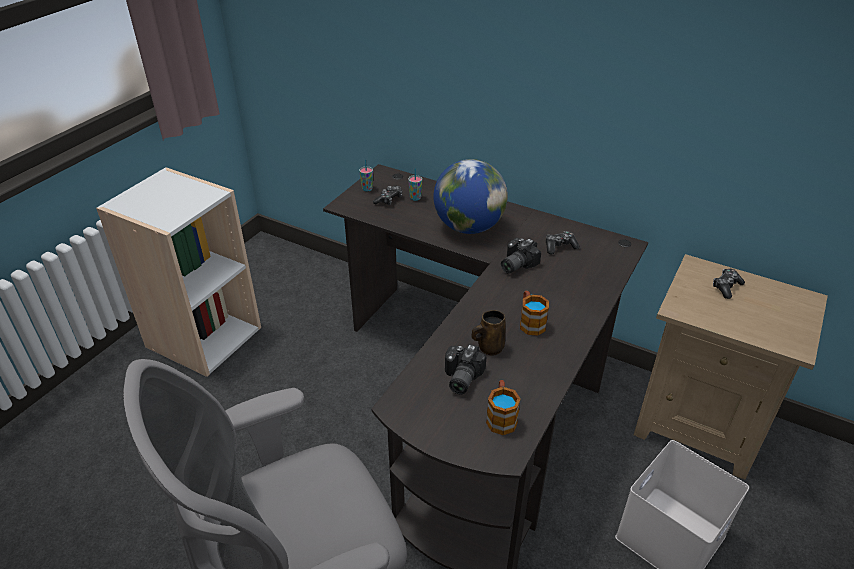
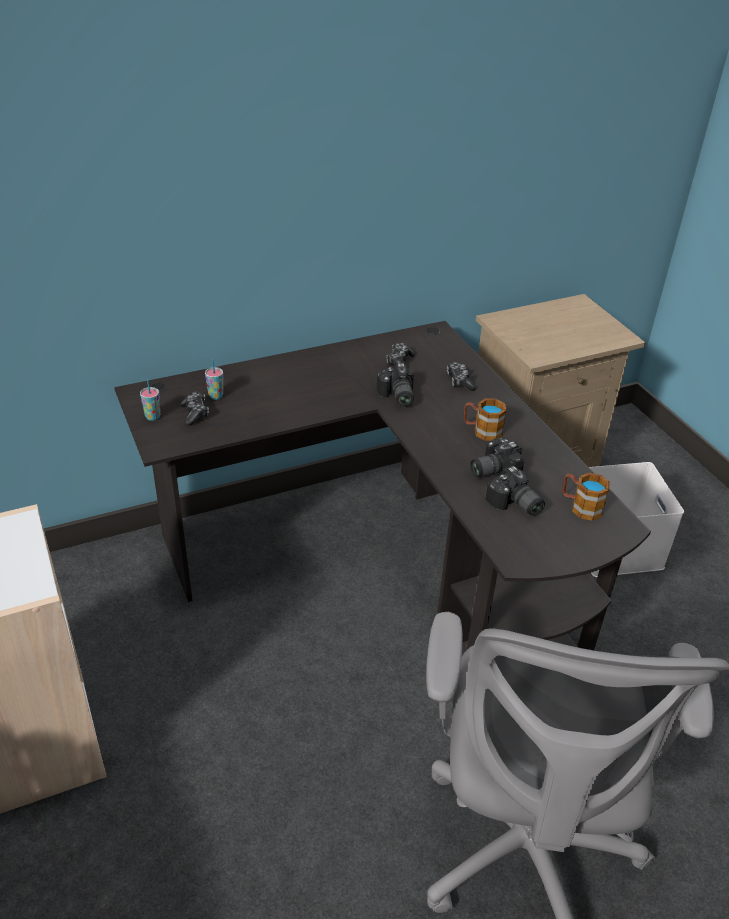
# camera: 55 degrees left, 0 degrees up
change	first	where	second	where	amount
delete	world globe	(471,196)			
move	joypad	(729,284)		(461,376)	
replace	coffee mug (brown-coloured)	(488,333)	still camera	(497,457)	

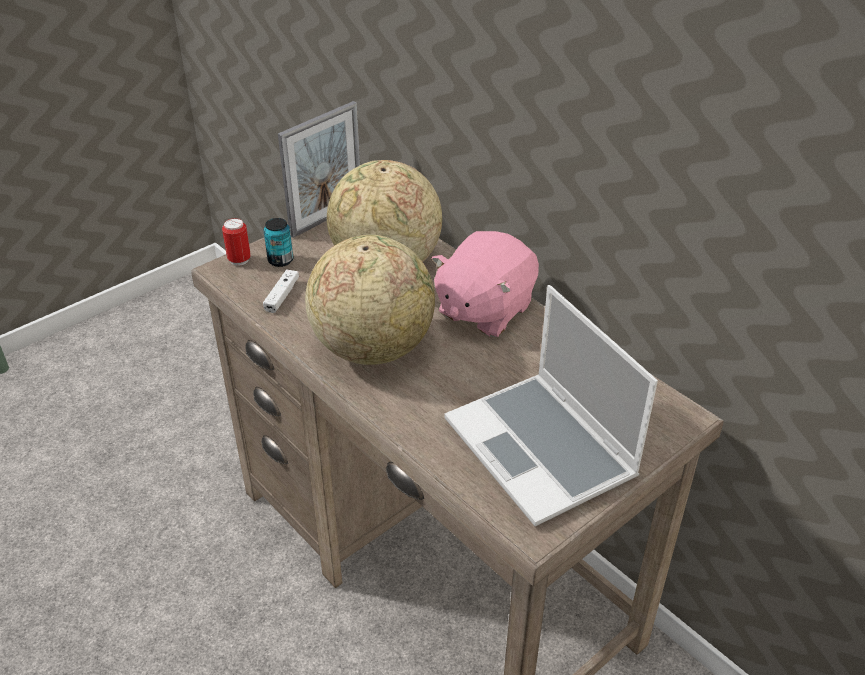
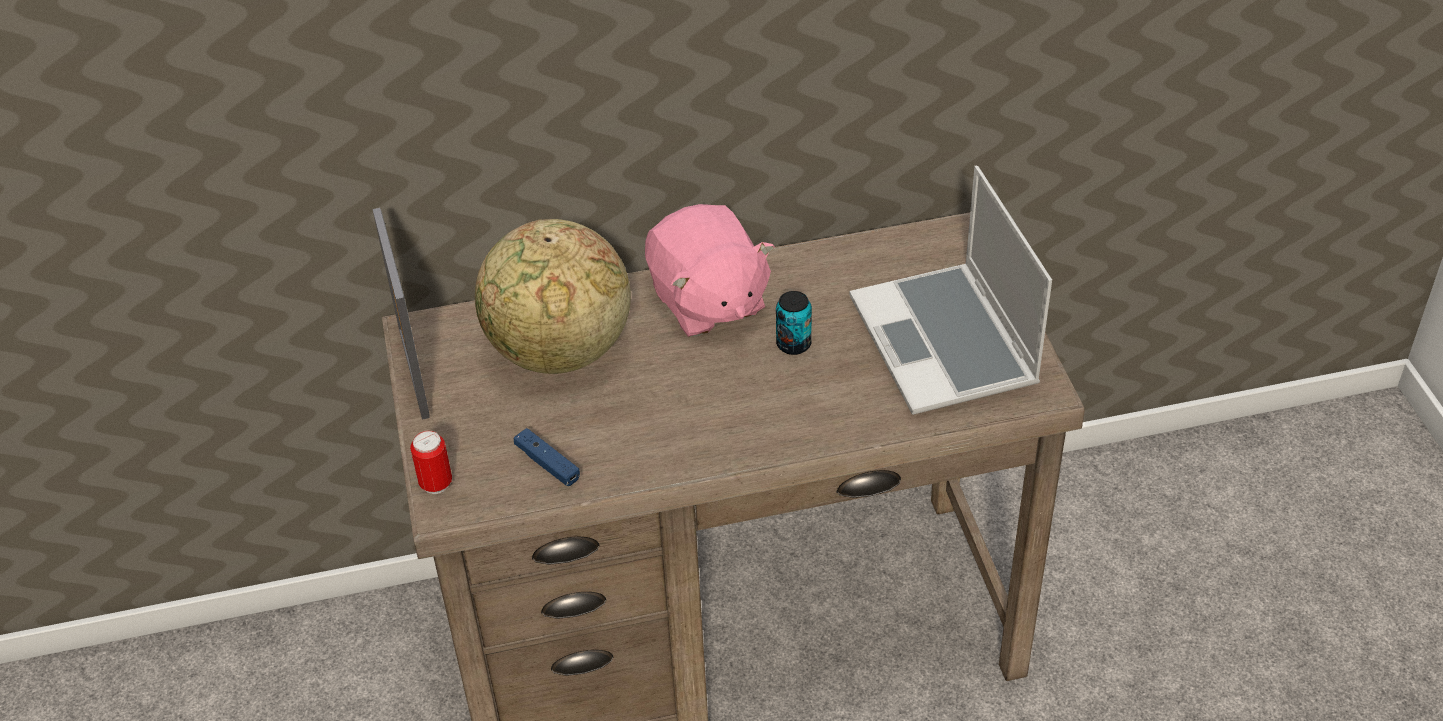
# camera: 60 degrees left, 5 degrees up
change	first	where	second	where	amount
move	metal can	(278,242)		(794,323)	
delete	world globe	(370,300)			
recolor	joypad (white)	(281,291)	joypad (blue)	(547,457)	
rotate	portable computer	(551,405)		(950,290)	75 degrees clockwise

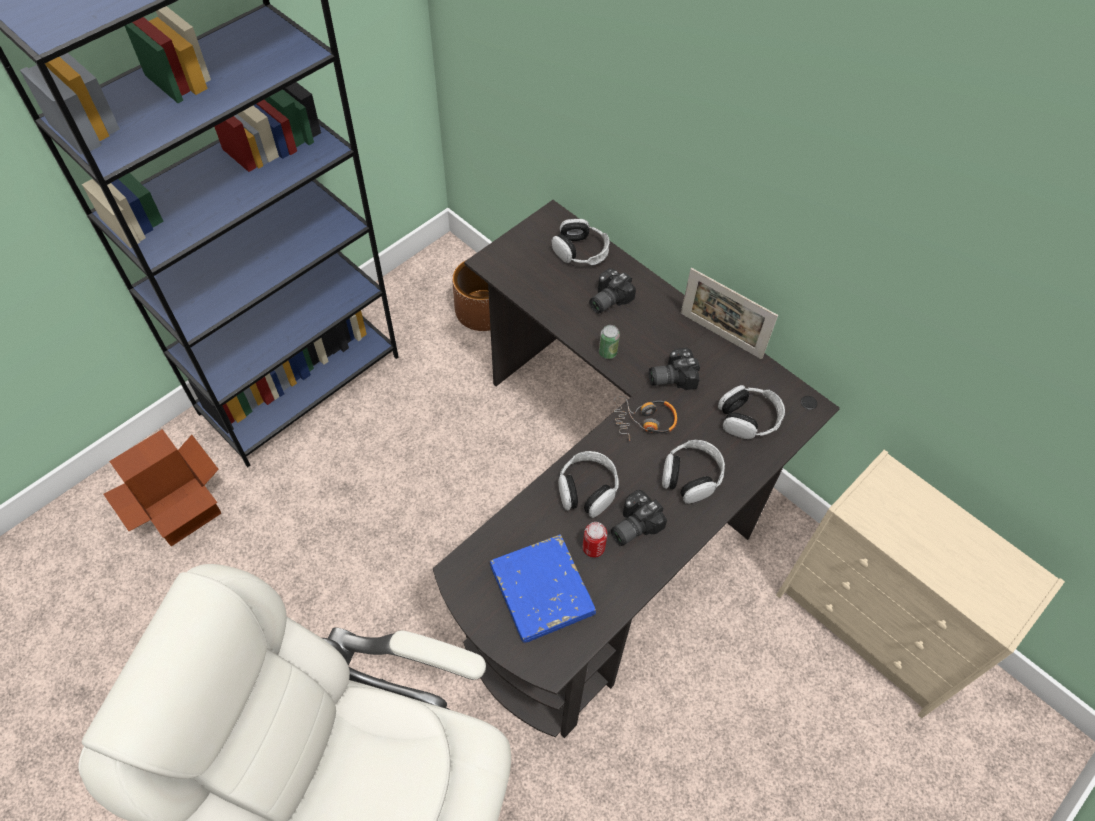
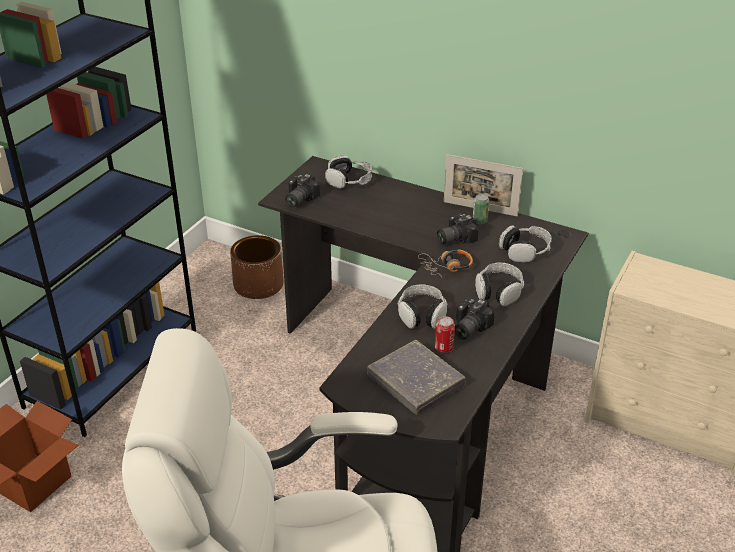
# camera: 15 degrees left, 20 degrees down
change	first	where	second	where	amount
move	still camera	(612,291)		(302,190)	
move	metal can	(609,342)		(481,209)	
recolor	volume (blue)	(543,588)	volume (greyish)	(416,377)	

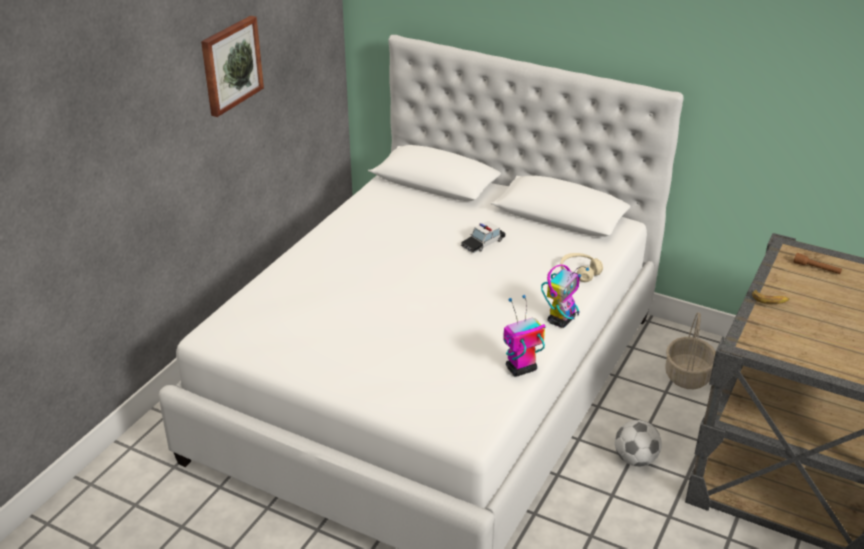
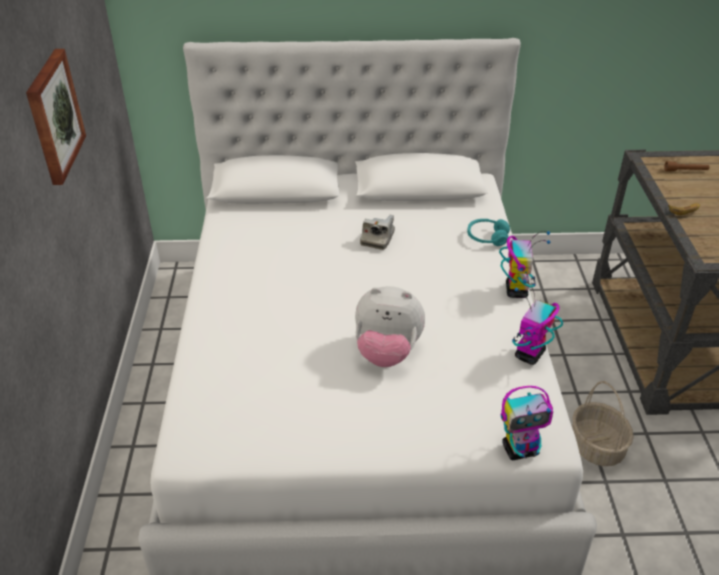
# camera: 30 degrees left, 5 degrees up
change	first	where	second	where	amount
replace	model car	(483,237)	still camera	(377,232)	
recolor	headset (sand-coloured)	(581,267)	headset (turquoise)	(488,232)	
move	storage basket	(690,350)		(603,423)	
delete	ball for football	(638,443)			
insert			soft toy	(390,326)	
insert			robot figure	(527,423)	

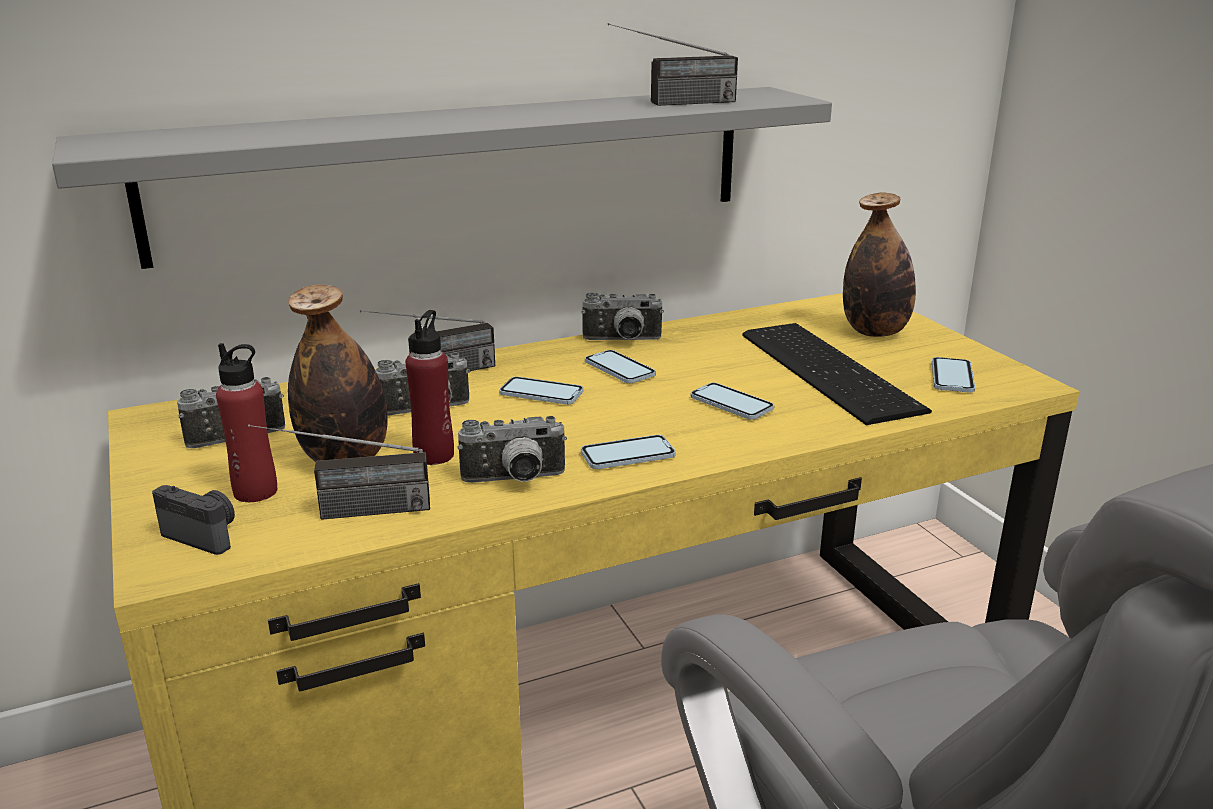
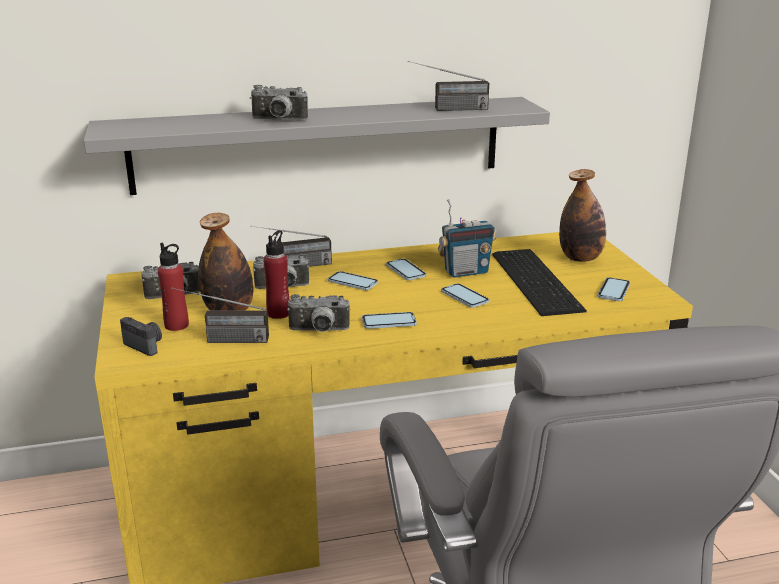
# camera: 10 degrees right, 0 degrees up
change	first	where	second	where	amount
move	still camera	(623,316)		(279,103)	
insert			radio	(467,238)	

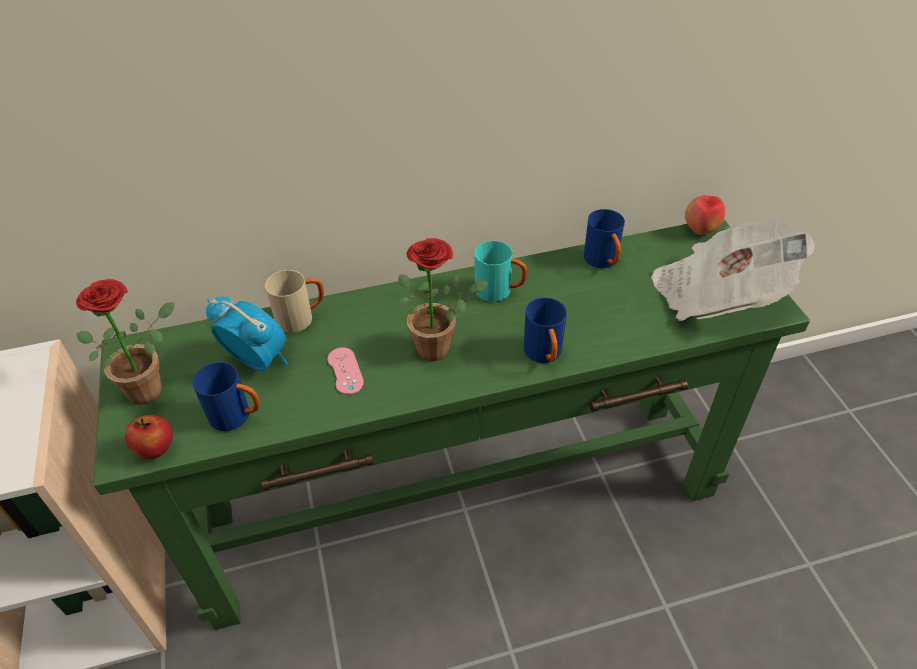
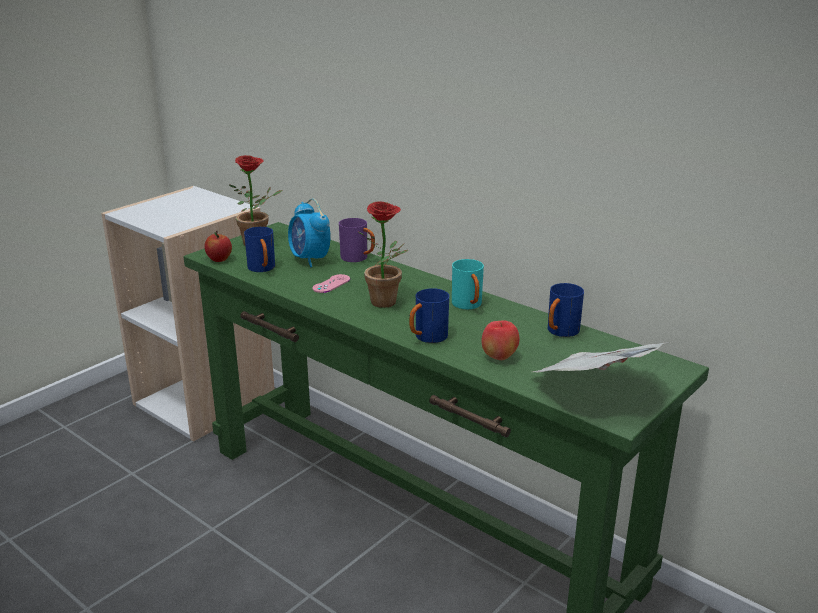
# camera: 55 degrees right, 20 degrees down
change	first	where	second	where	amount
move	apple	(705,215)		(500,340)	
recolor	coffee mug (sand-coloured)	(294,301)	coffee mug (purple)	(357,240)	
rotate	table clock	(247,334)		(309,233)	150 degrees clockwise

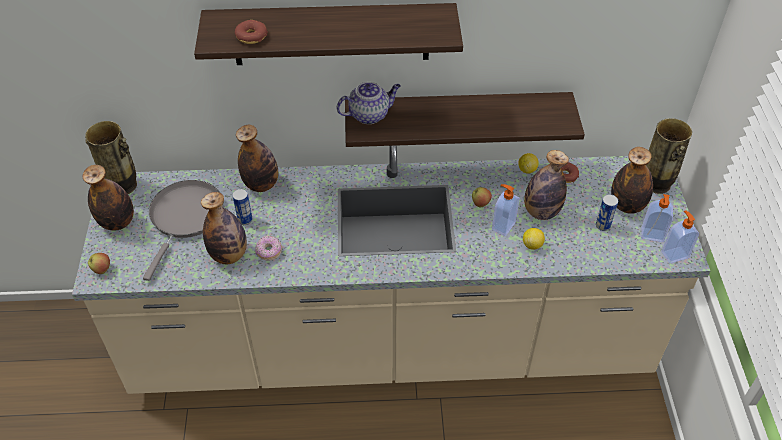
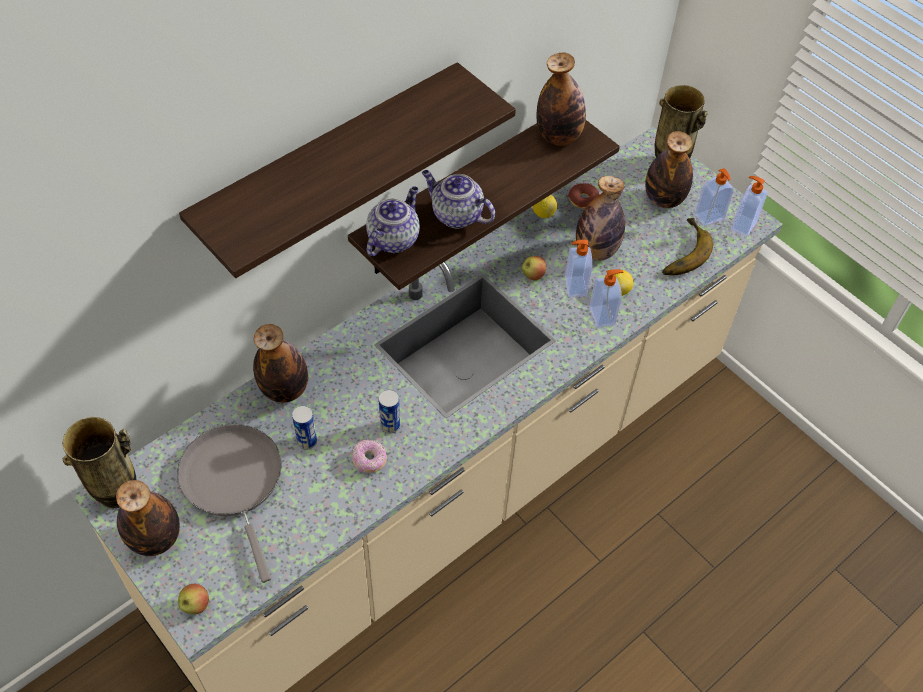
# camera: 40 degrees left, 5 degrees up
change	first	where	second	where	amount
delete	donut	(251,32)			
move	drink bottle	(224,228)		(561,99)	
move	metal can	(607,212)		(389,412)	
insert			teapot	(458,199)	
insert			whole banana	(687,246)	
insert			soap dispenser	(606,298)	

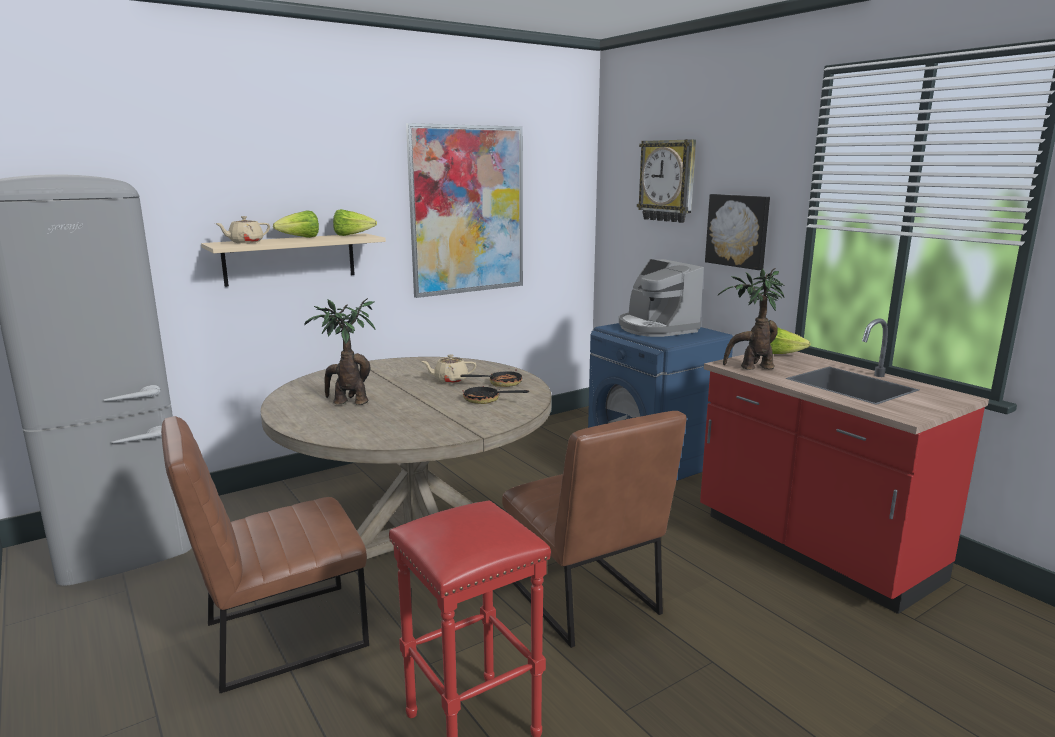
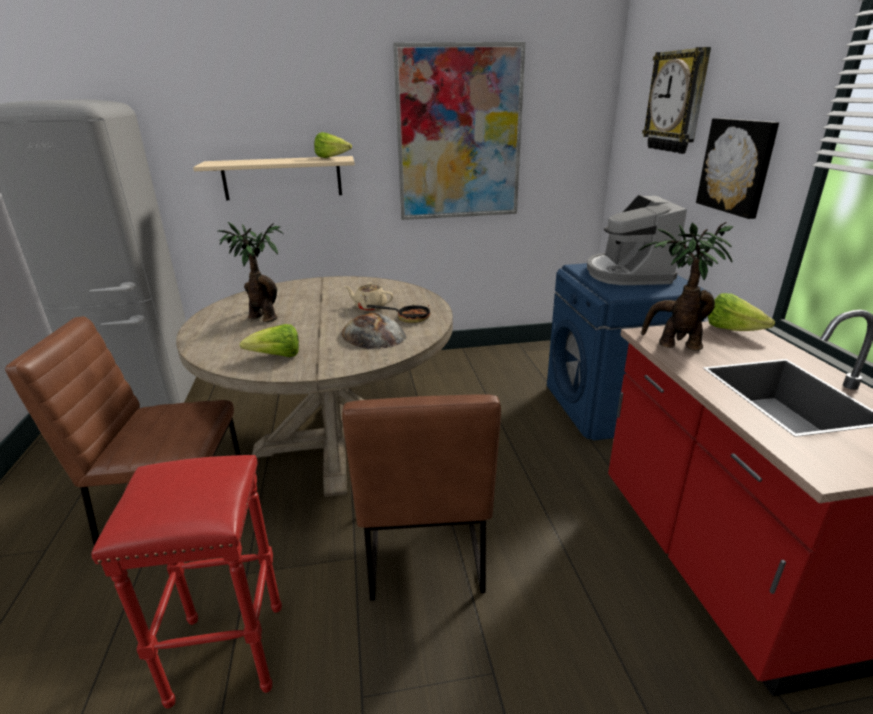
# camera: 25 degrees right, 10 degrees up
change	first	where	second	where	amount
move	lettuce	(296,224)		(269,340)	
delete	teapot (sand-coloured)	(242,229)			
replace	pan	(495,394)	baked bread	(373,331)	

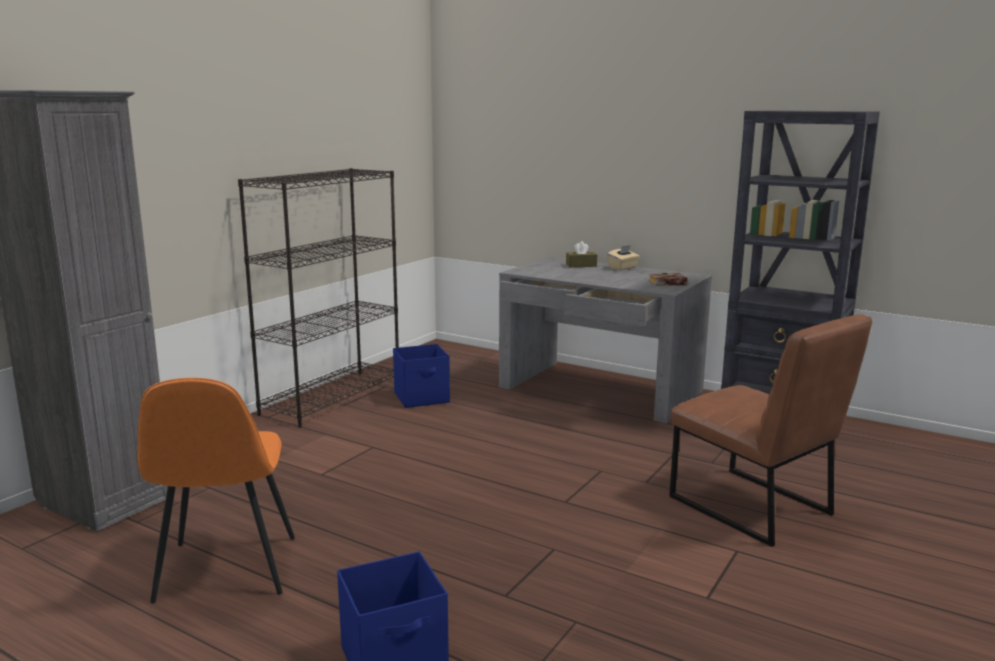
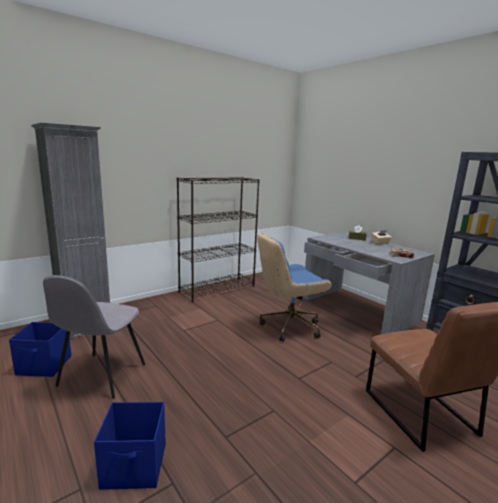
# camera: 20 degrees right, 0 degrees up
change	first	where	second	where	amount
move	storage box (blue)	(421,376)		(40,349)	
recolor	upright chair (orange)	(216,490)	upright chair (greyish)	(94,337)	
insert			computer chair (blue)	(294,287)	

